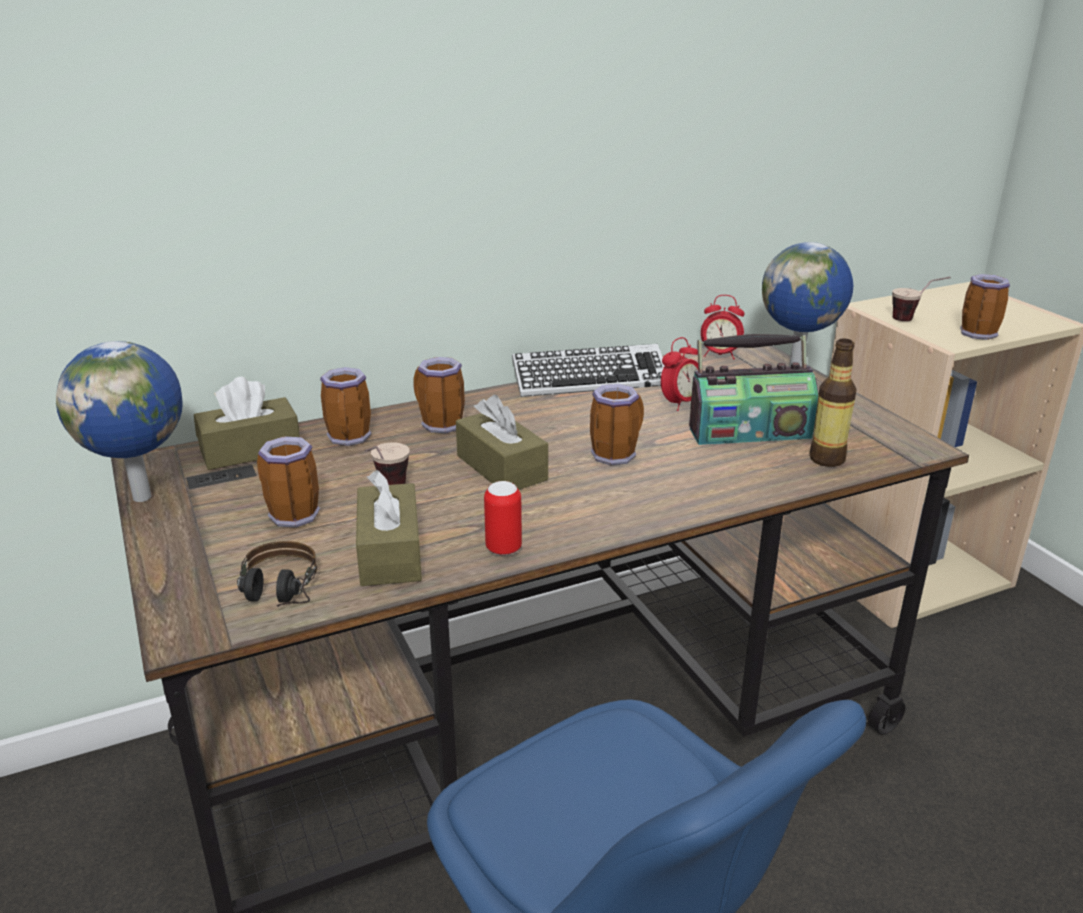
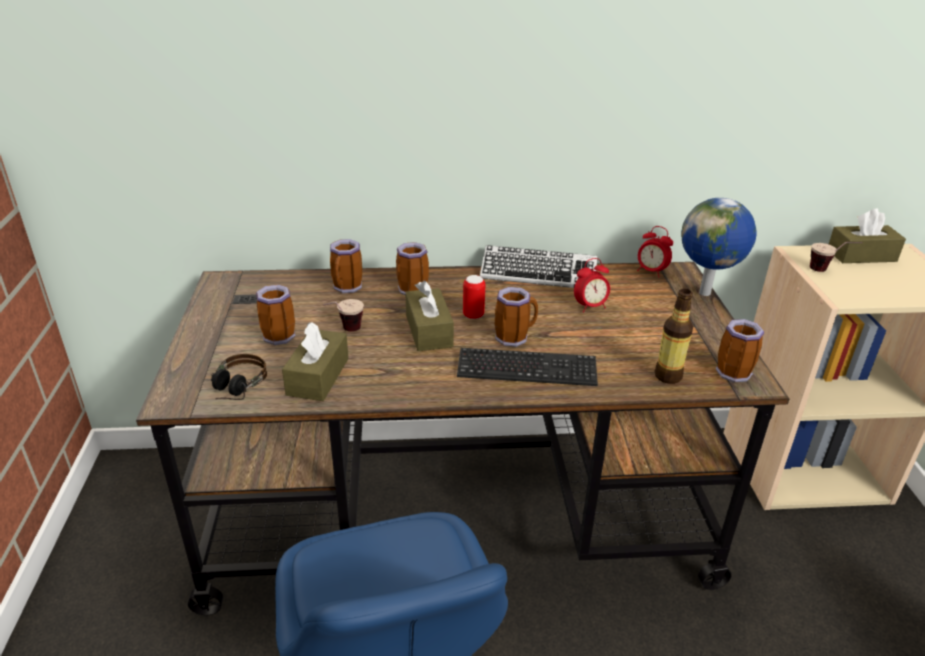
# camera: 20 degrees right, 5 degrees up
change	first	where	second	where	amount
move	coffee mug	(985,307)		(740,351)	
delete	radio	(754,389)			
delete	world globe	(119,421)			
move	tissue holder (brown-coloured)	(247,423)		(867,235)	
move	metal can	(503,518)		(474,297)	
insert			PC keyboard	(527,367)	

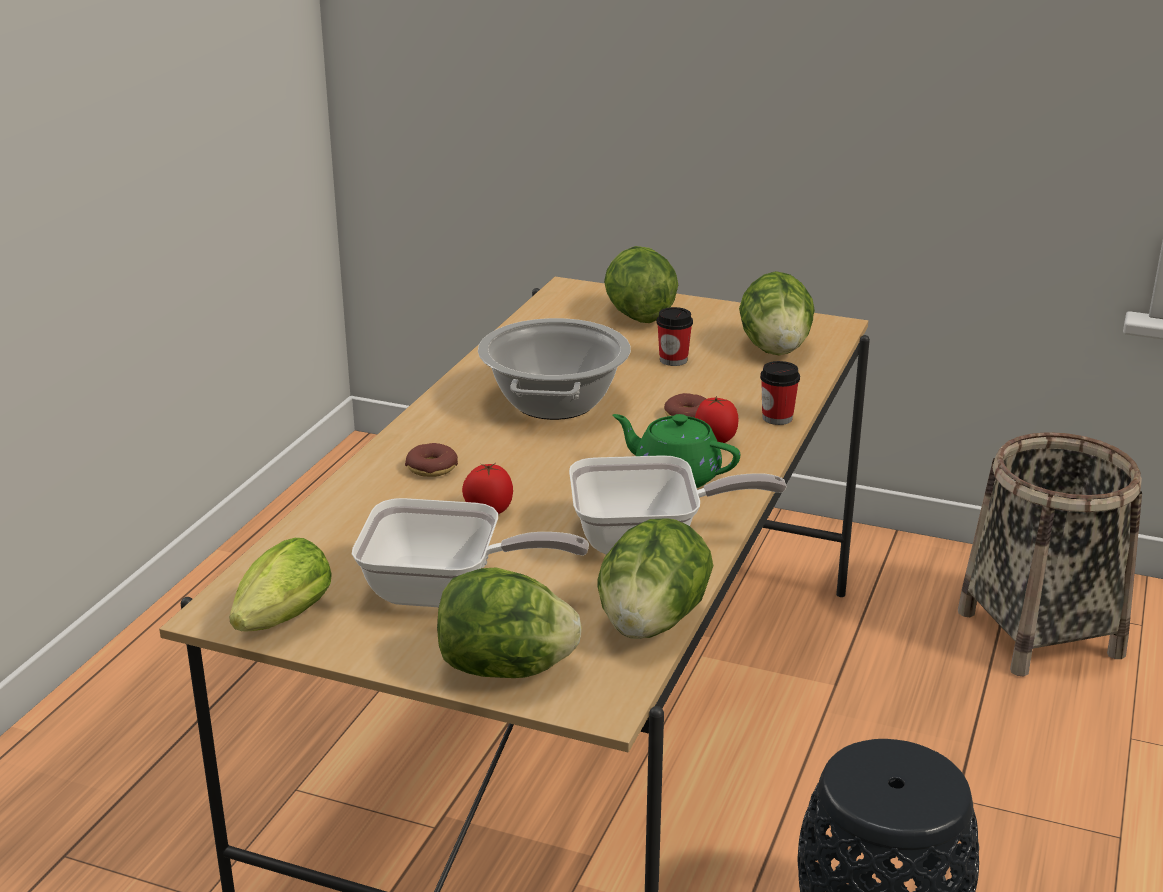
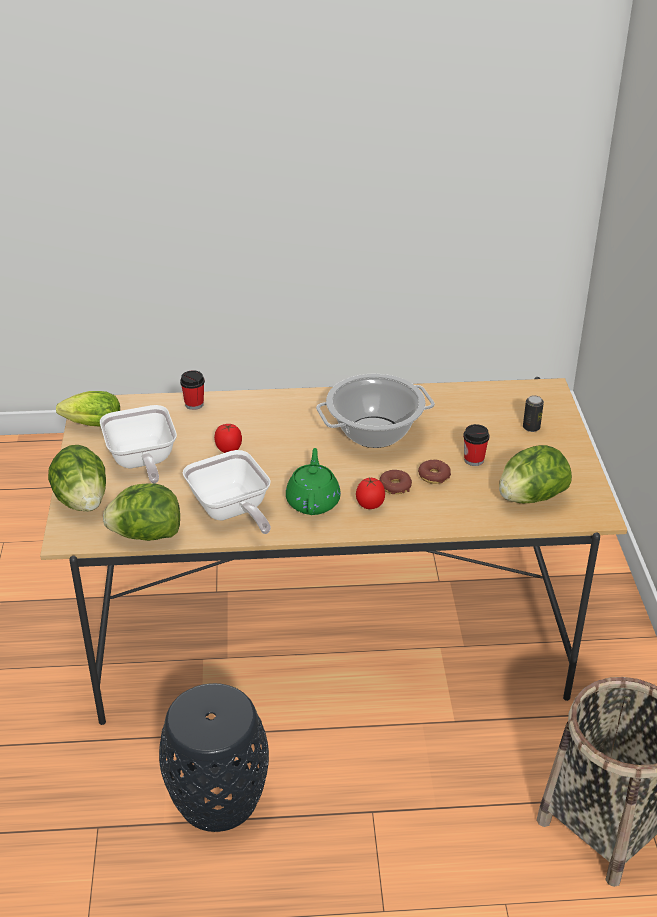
# camera: 65 degrees right, 10 degrees up
change	first	where	second	where	amount
replace	lettuce	(641,284)	metal can	(533,413)	
move	cup	(780,393)		(192,390)	
move	donut	(431,460)		(434,472)	

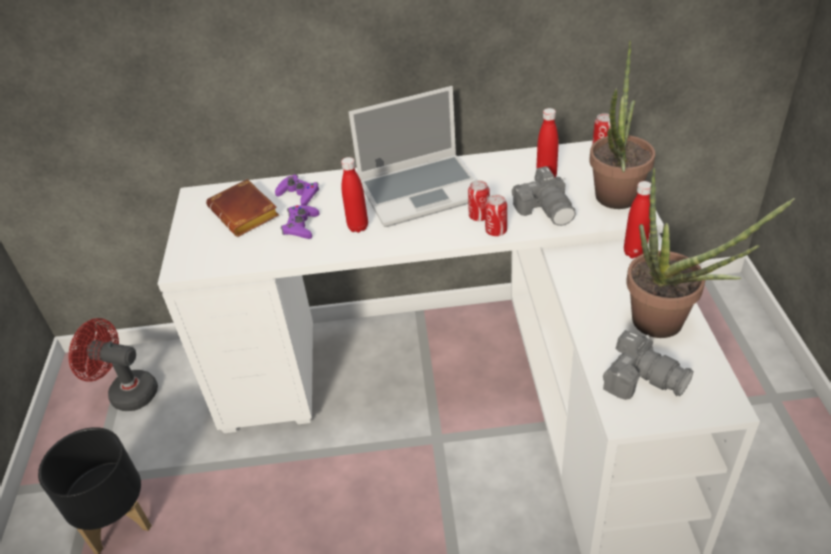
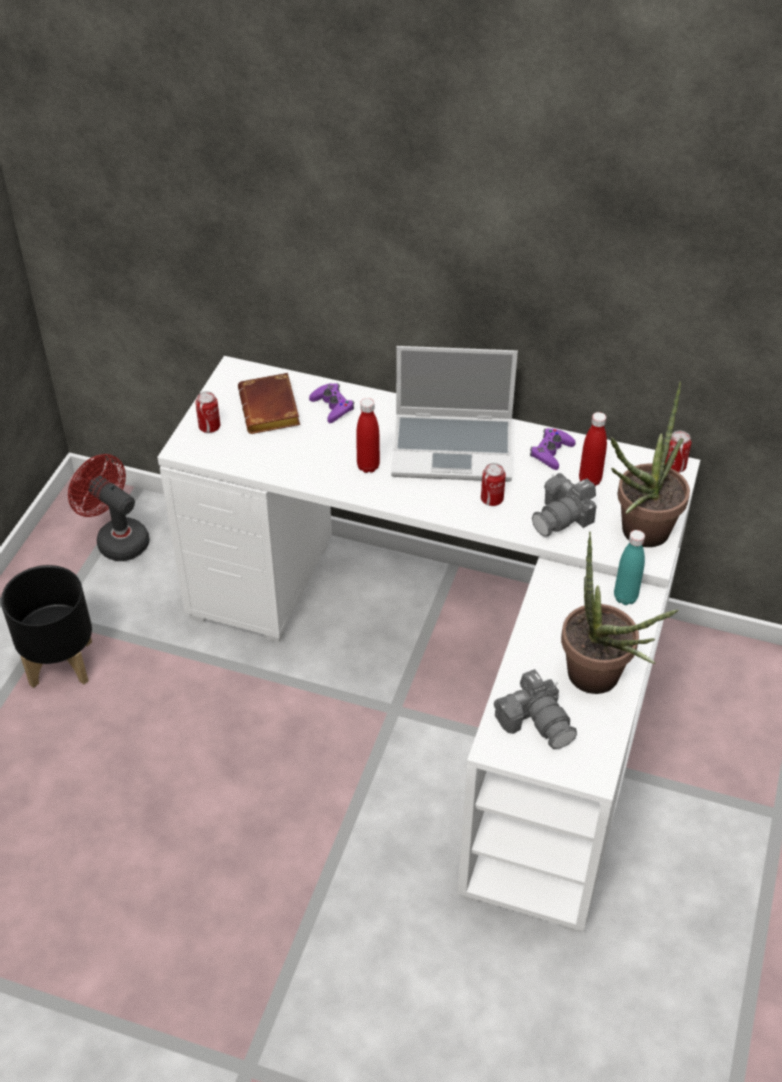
# camera: 20 degrees right, 5 degrees up
change	first	where	second	where	amount
rotate	still camera	(544,196)		(564,505)	45 degrees clockwise
recolor	drink bottle (red-coloured)	(637,220)	drink bottle (turquoise)	(629,567)	
move	metal can	(496,215)		(208,412)	
move	joypad (purple)	(300,222)		(553,449)	

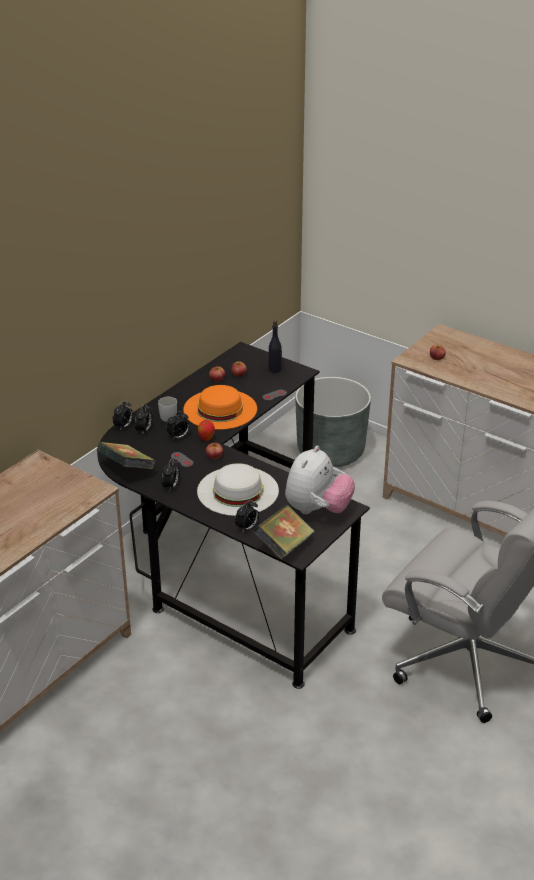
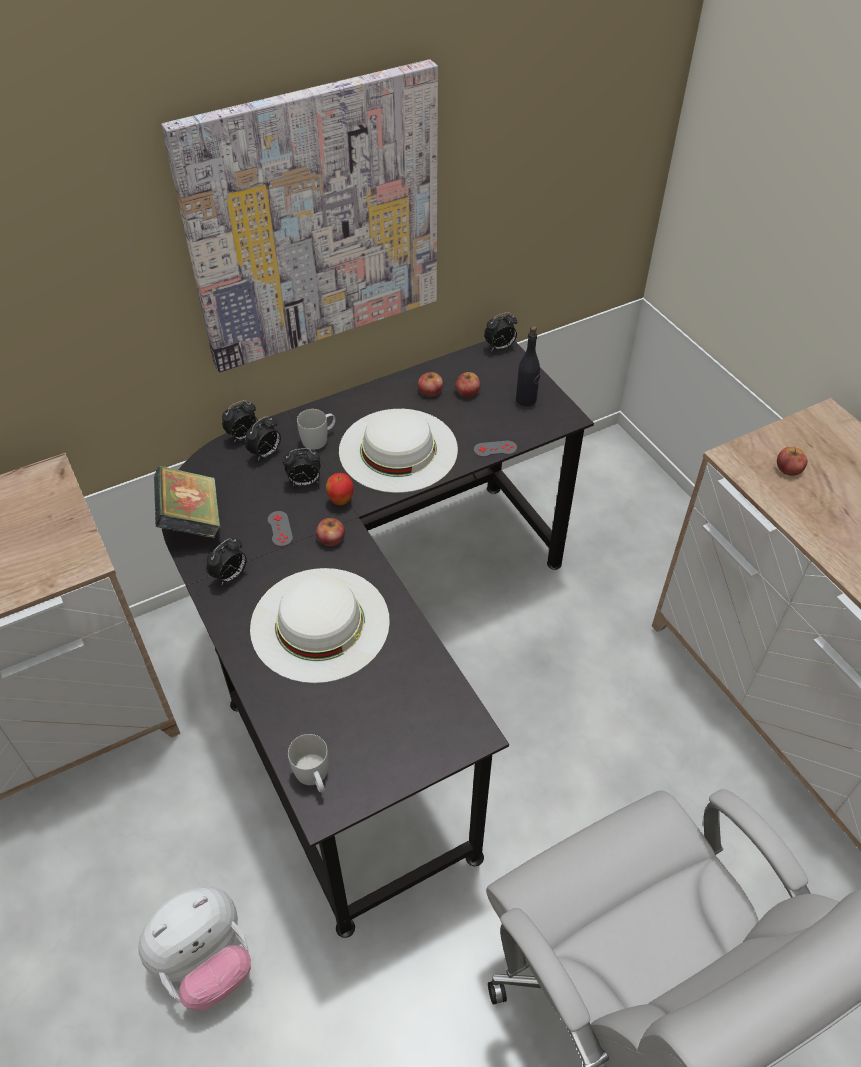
# camera: 25 degrees right, 15 degrees up
change	first	where	second	where	amount
delete	planter (greyish)	(333,422)			
recolor	hat (orange)	(220,407)	hat (white)	(398,451)	
move	soft toy	(320,480)		(194,949)	
move	table clock	(247,516)		(500,331)	
replace	volume	(283,532)	coffee mug (white)	(308,763)	
insert			wall art	(299,215)	

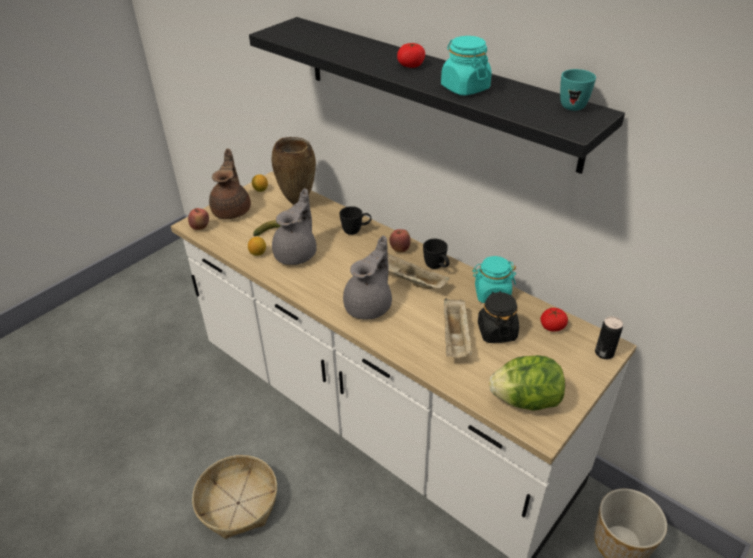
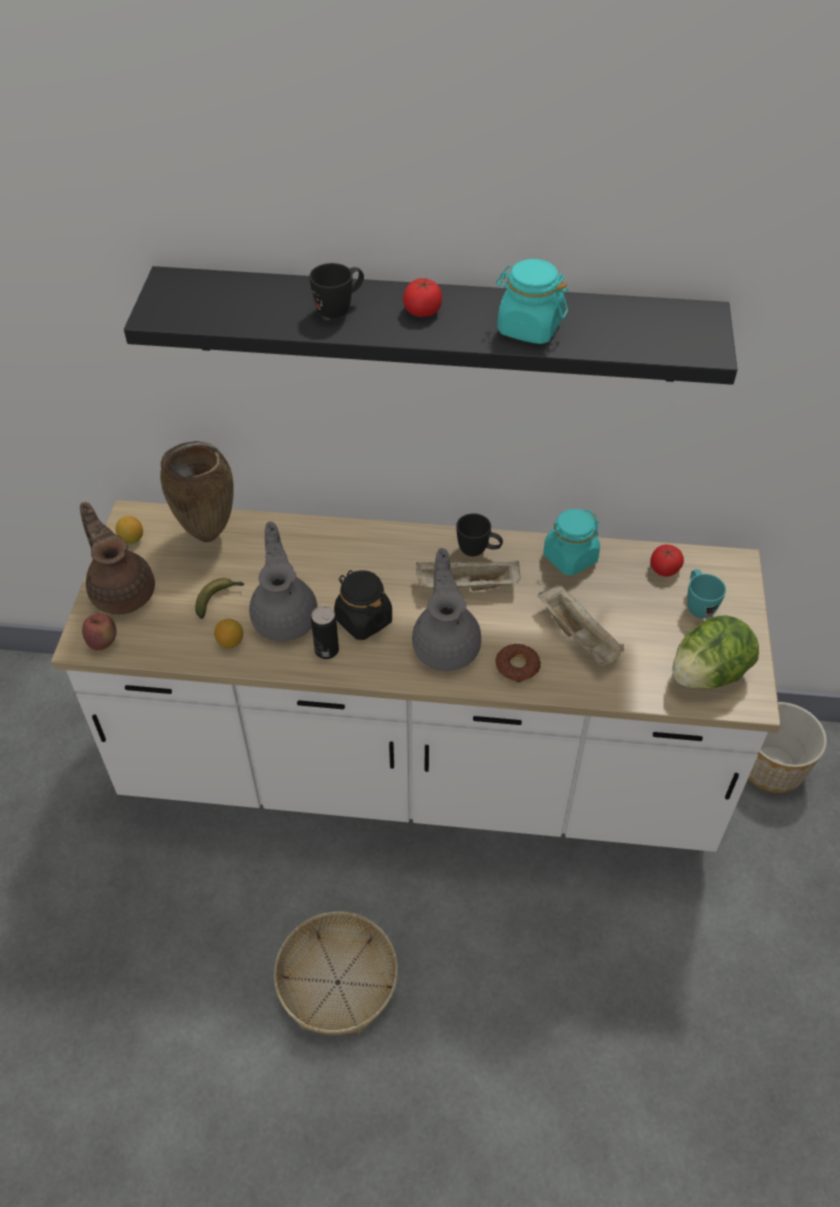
# camera: 35 degrees left, 10 degrees up
change	first	where	second	where	amount
move	coffee mug (turquoise)	(578,90)		(706,593)	
move	coffee mug (black)	(355,220)		(336,290)	
delete	apple	(400,240)			
move	storage jar (black)	(498,317)		(363,605)	
move	metal can	(609,337)		(325,632)	
insert			donut	(518,663)	

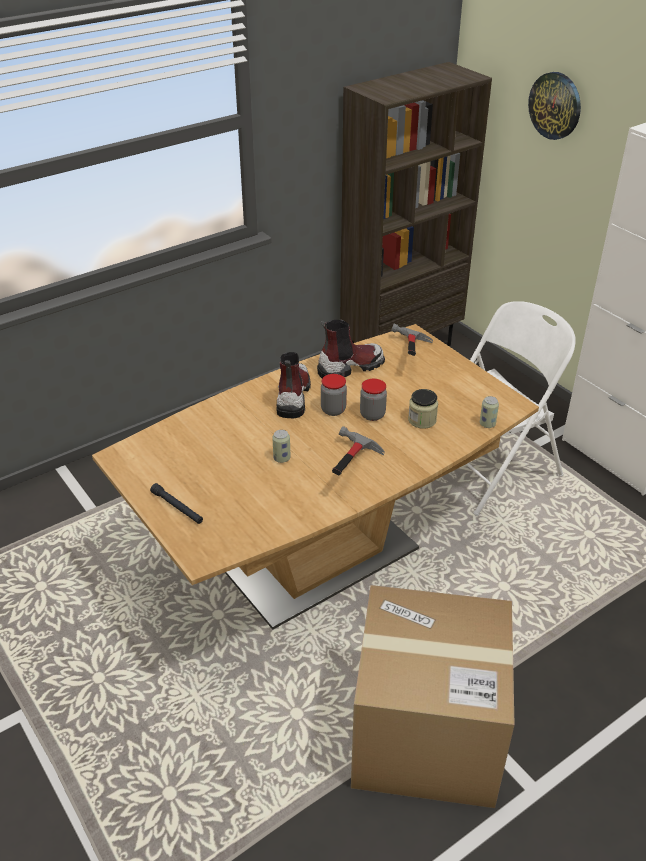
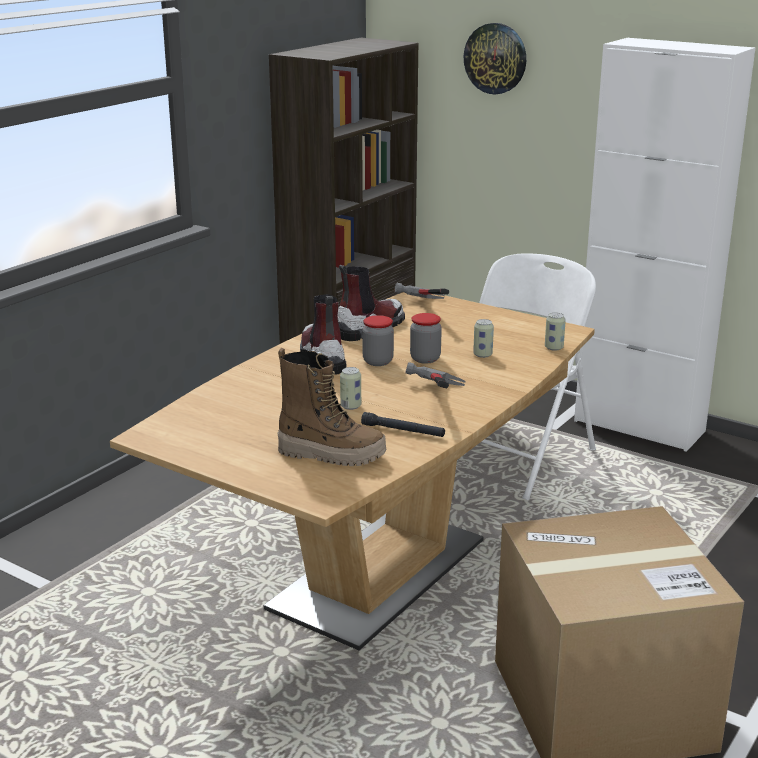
# camera: 20 degrees left, 15 degrees down
change	first	where	second	where	amount
replace	storage jar	(423,409)	metal can	(483,338)	
move	hand torch (black)	(176,503)		(403,424)	
insert			tall boot	(332,407)	

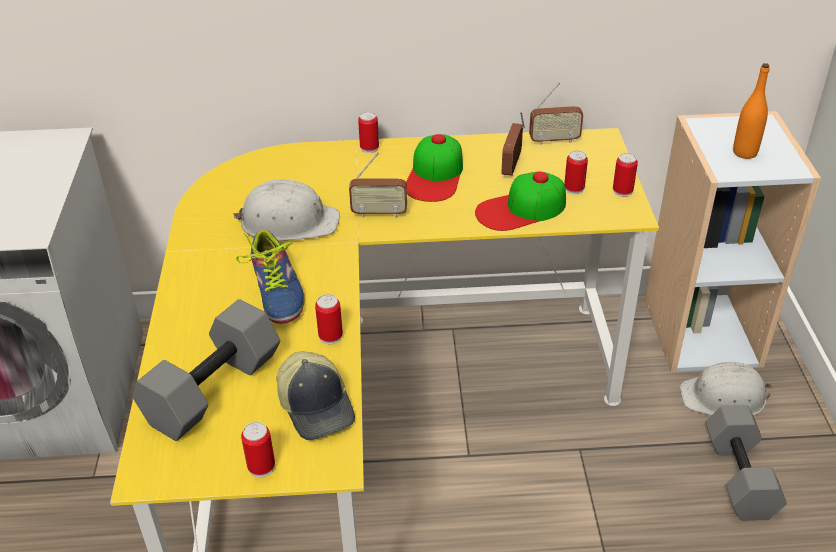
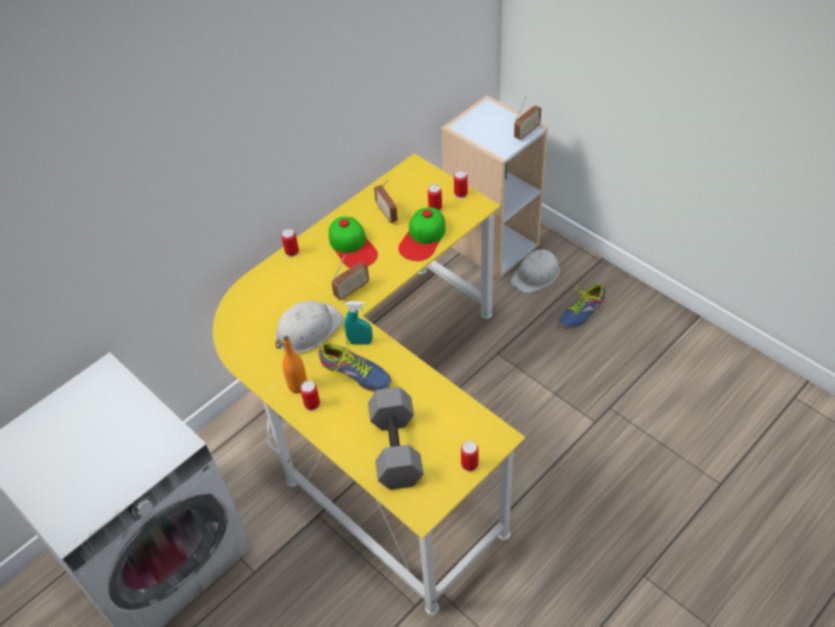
# camera: 40 degrees left, 10 degrees up
change	first	where	second	where	amount
move	drink bottle (orange)	(751,111)		(294,364)	
move	radio	(556,114)		(527,118)	
move	metal can	(329,319)		(310,396)	
delete	peaked cap	(315,395)			
replace	hand weight (greyish)	(746,463)	shoe	(581,304)	
insert			spray bottle (turquoise)	(358,323)	

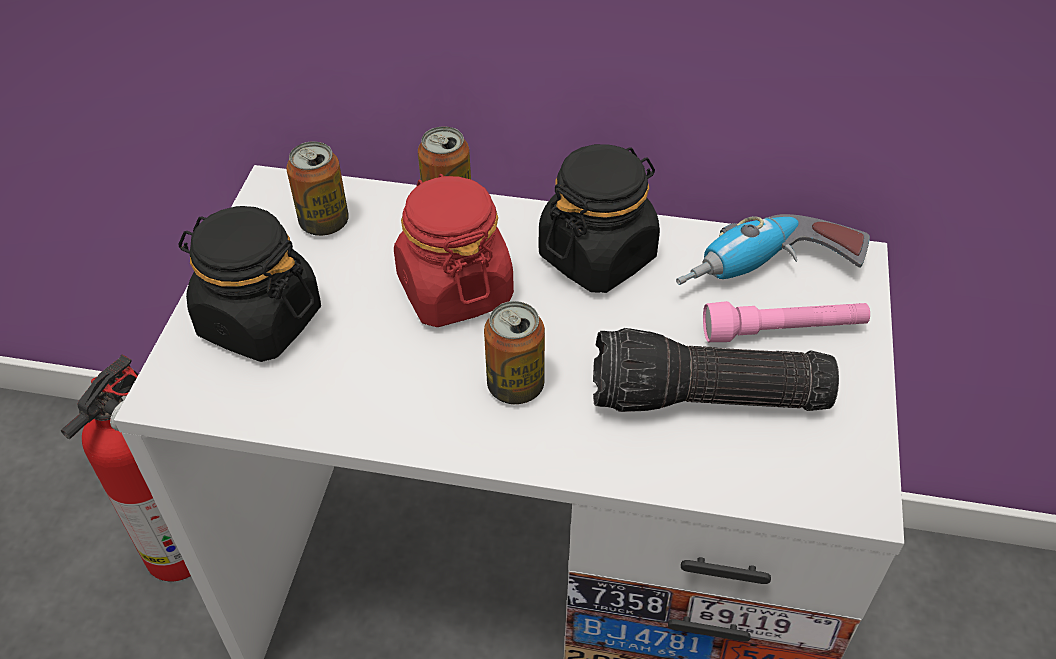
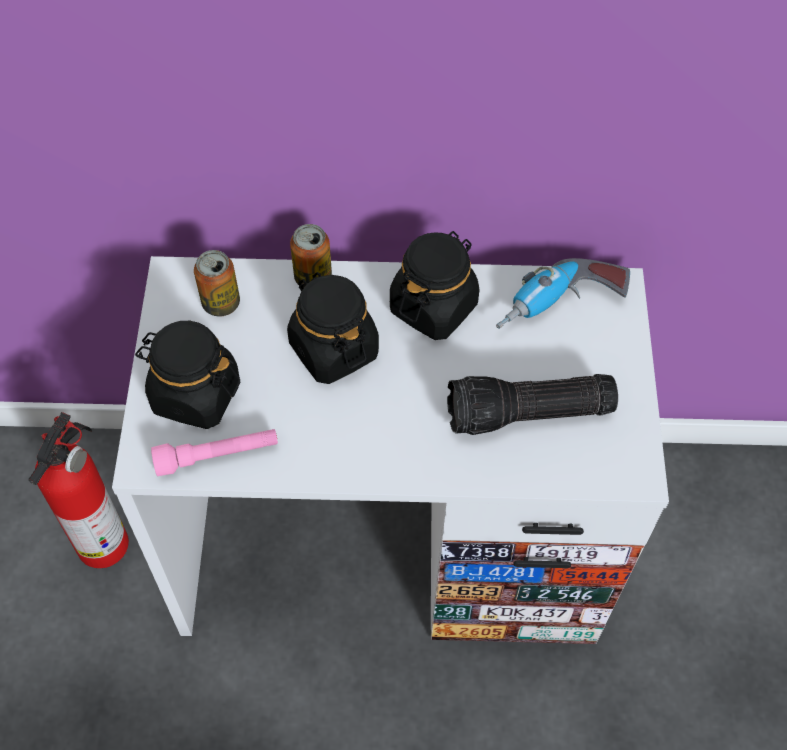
# camera: 10 degrees left, 10 degrees up
change	first	where	second	where	amount
recolor	storage jar (red-coloured)	(454,250)	storage jar (black)	(333,328)	
delete	metal can	(514,352)			
move	hand torch (pink)	(786,321)		(214,452)	

